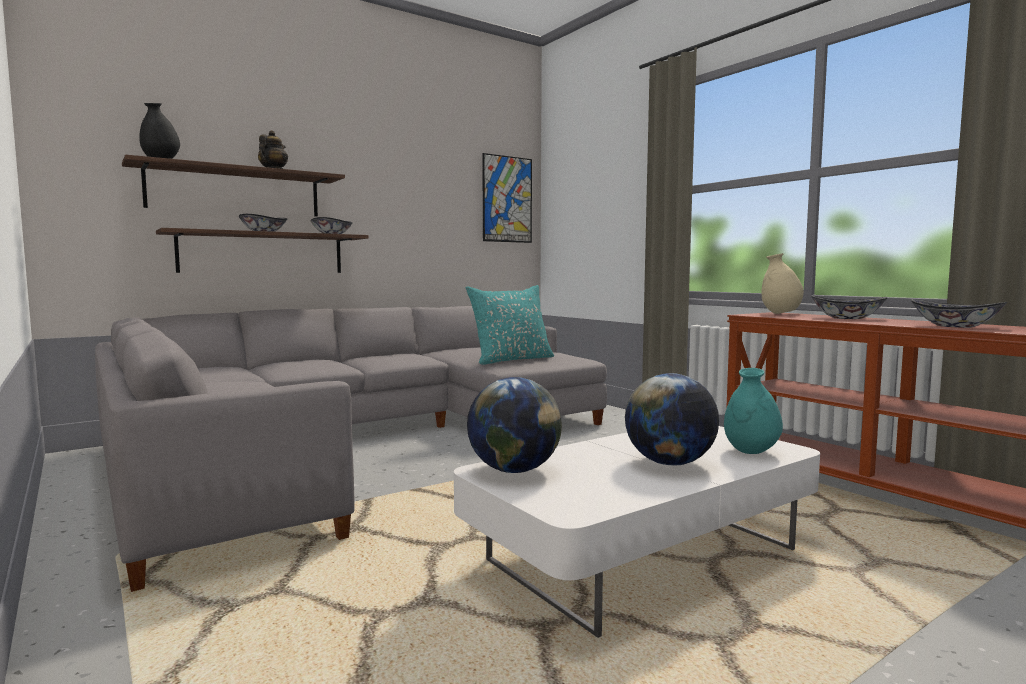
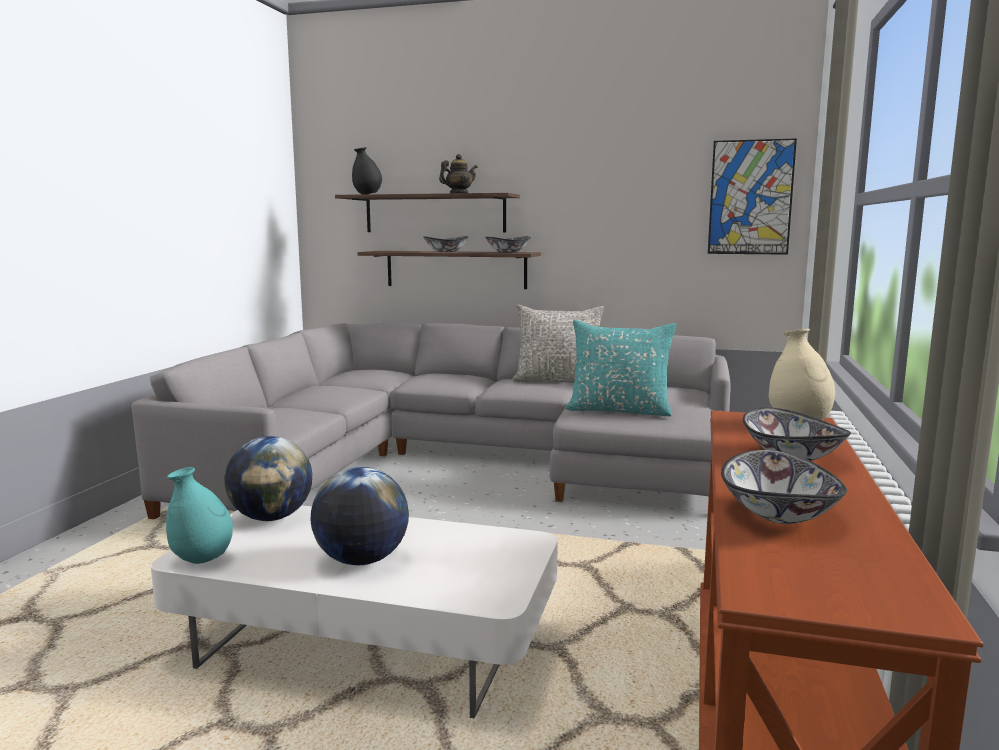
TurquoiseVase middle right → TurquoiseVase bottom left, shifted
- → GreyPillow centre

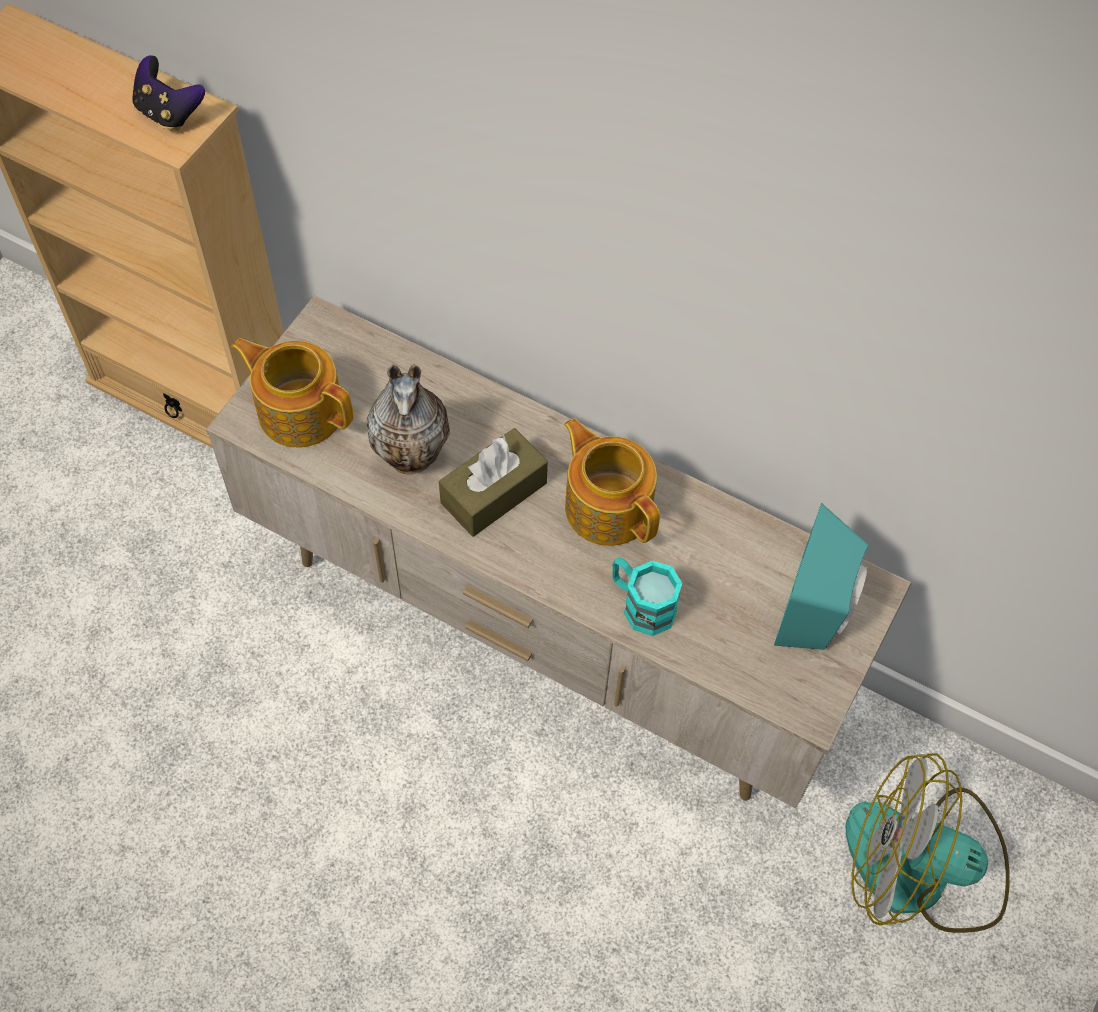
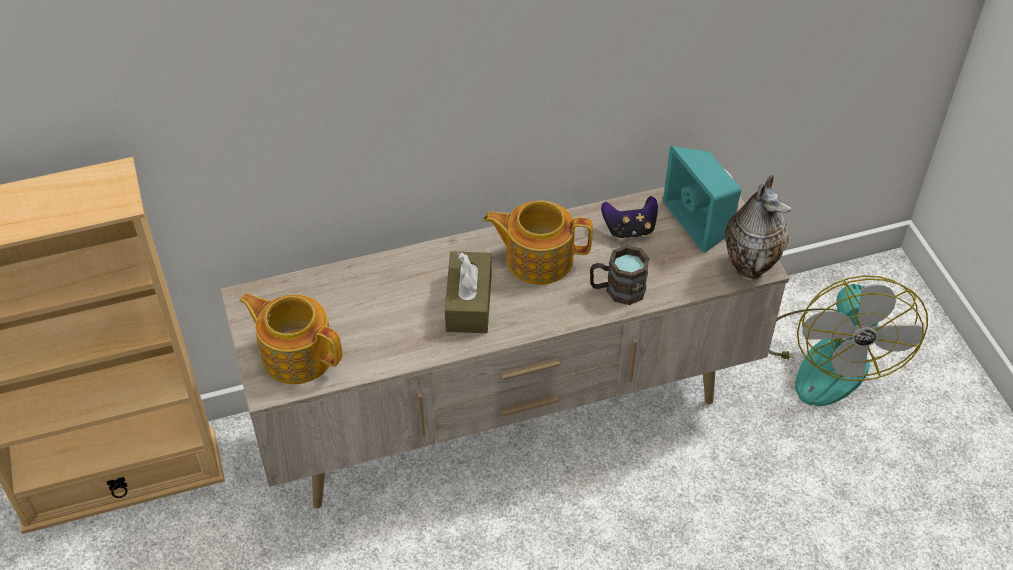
GameController top left → GameController centre, shifted
Teapot (no. 1 from left) middle left, 45 degrees clockwise
Vase centre → Vase middle right, shifted
TurquoiseMug centre → BrownMug centre
Fan bottom right → Fan middle right, 60 degrees counterclockwise

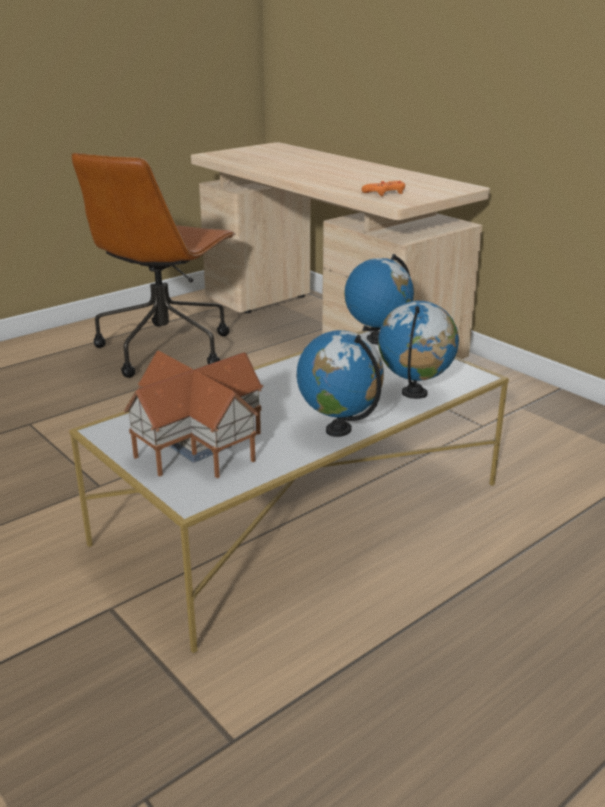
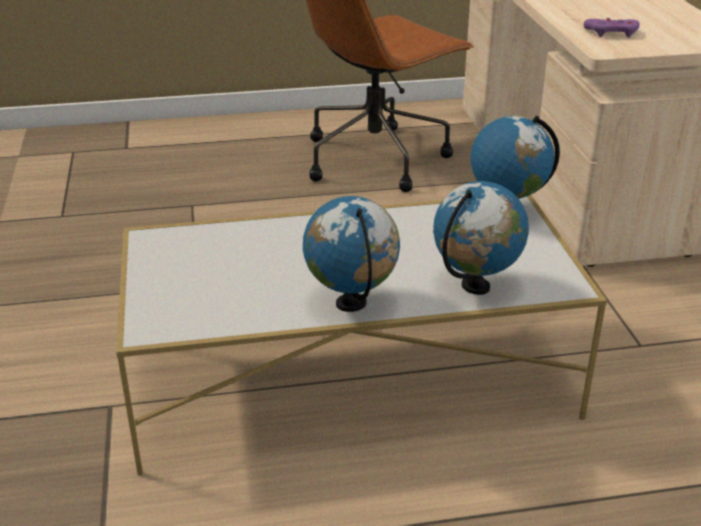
OrangeGameController top centre → PurpleGameController top right
ToyHouse middle left → -

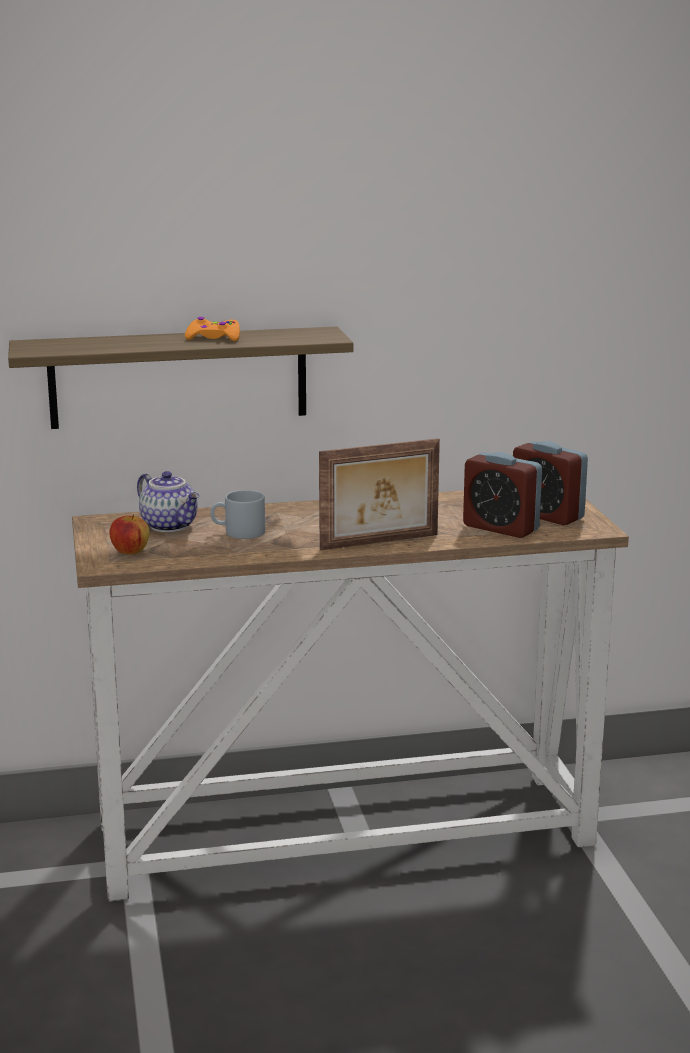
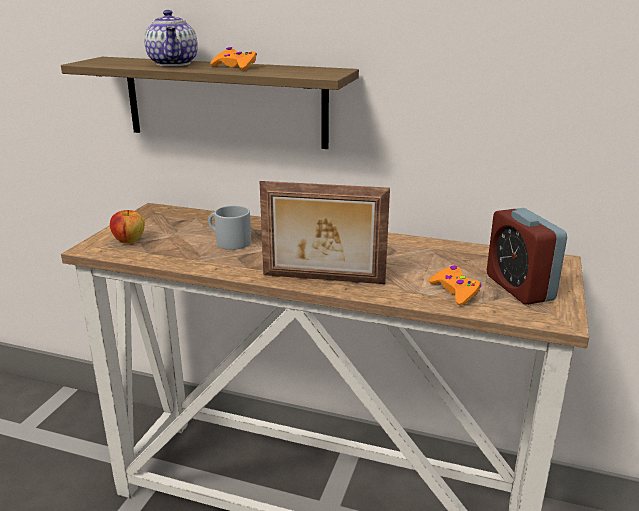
AlarmClock (no. 1 from left) middle right → OrangeGameController (no. 2 from left) middle right
Teapot middle left → Teapot top left, shifted

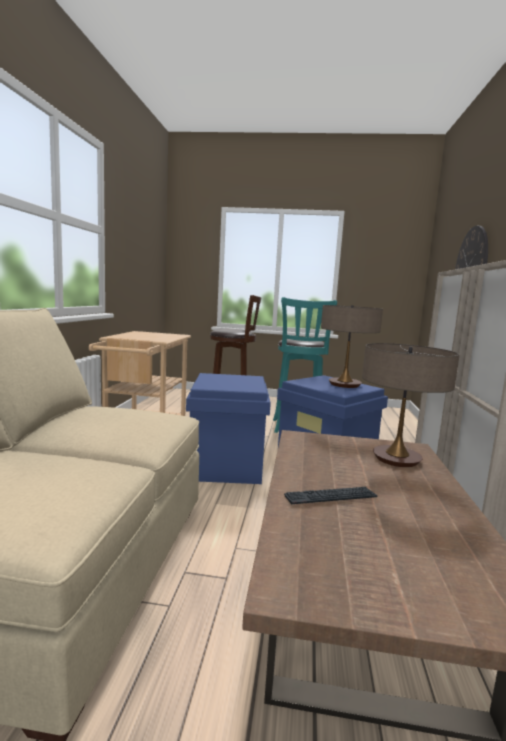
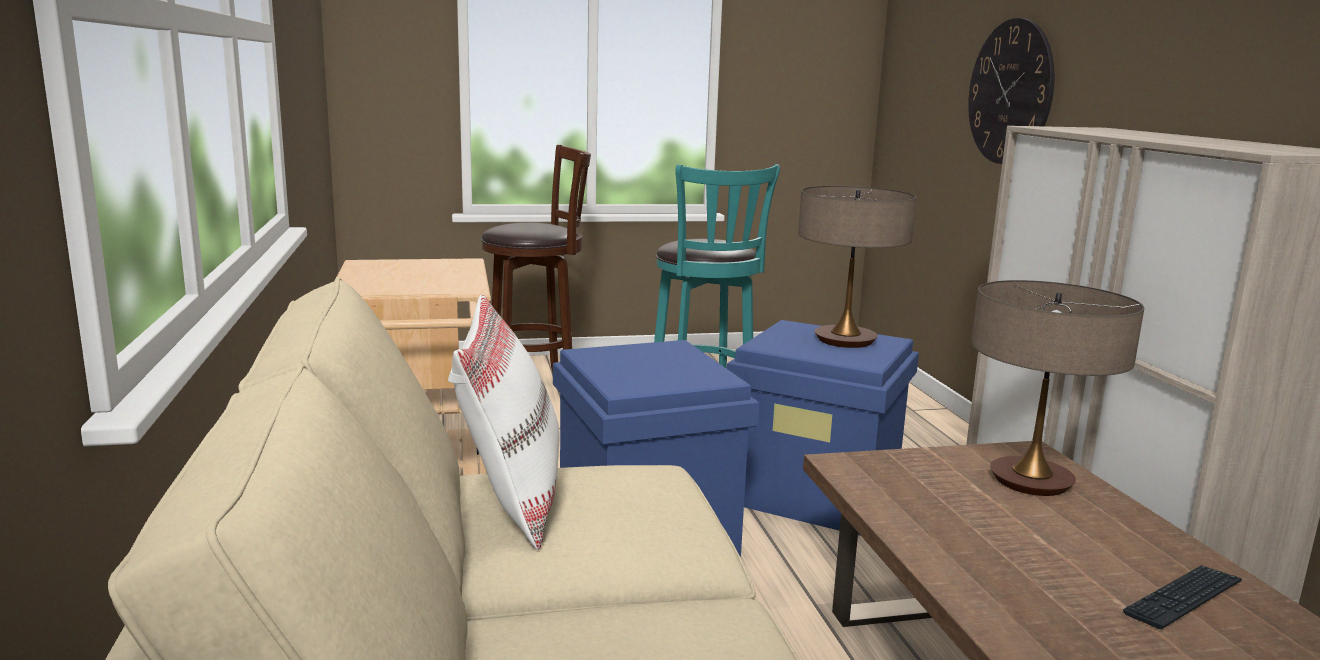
Keyboard bottom centre → Keyboard bottom right, shifted
- → WhitePillow centre

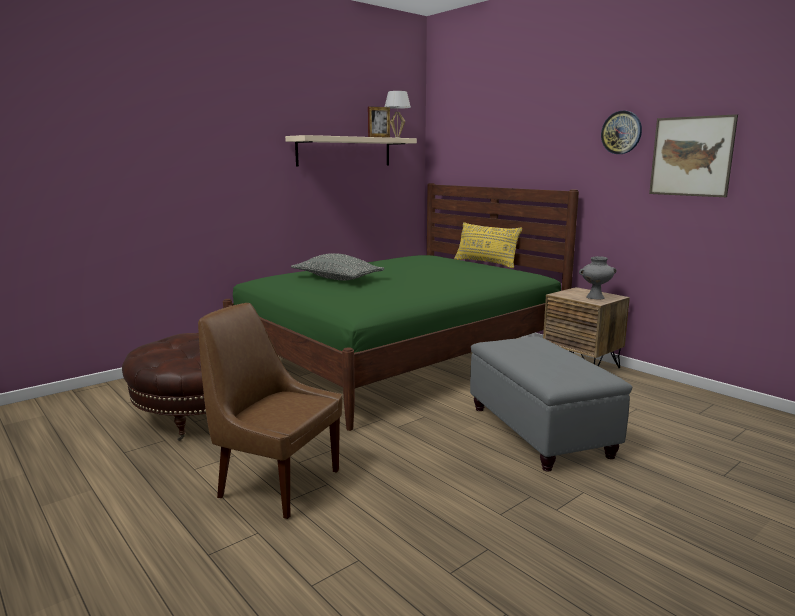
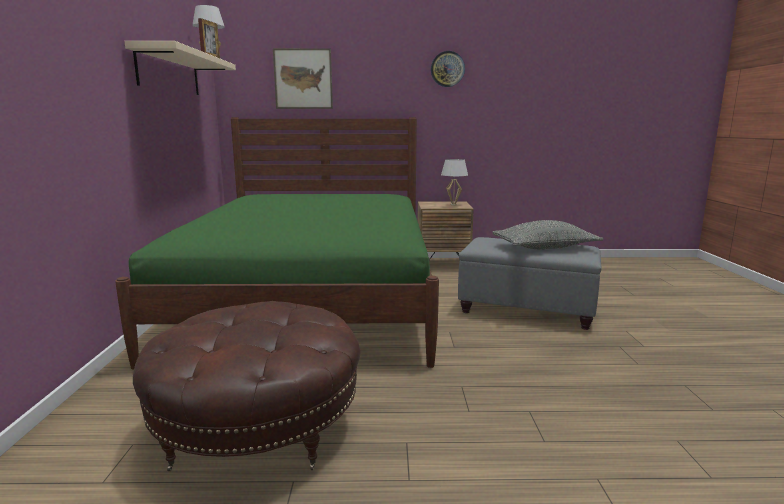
Picture top right → Picture top centre, shifted
YellowPillow centre → -
GreyPillow centre → GreyPillow middle right, shifted
GreyVase middle right → WhiteTableLamp (no. 2 from left) centre
BrownChair bottom centre → -

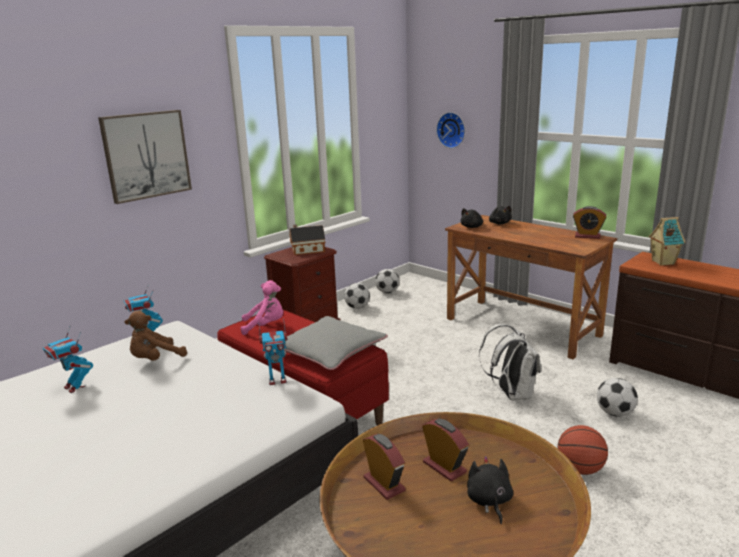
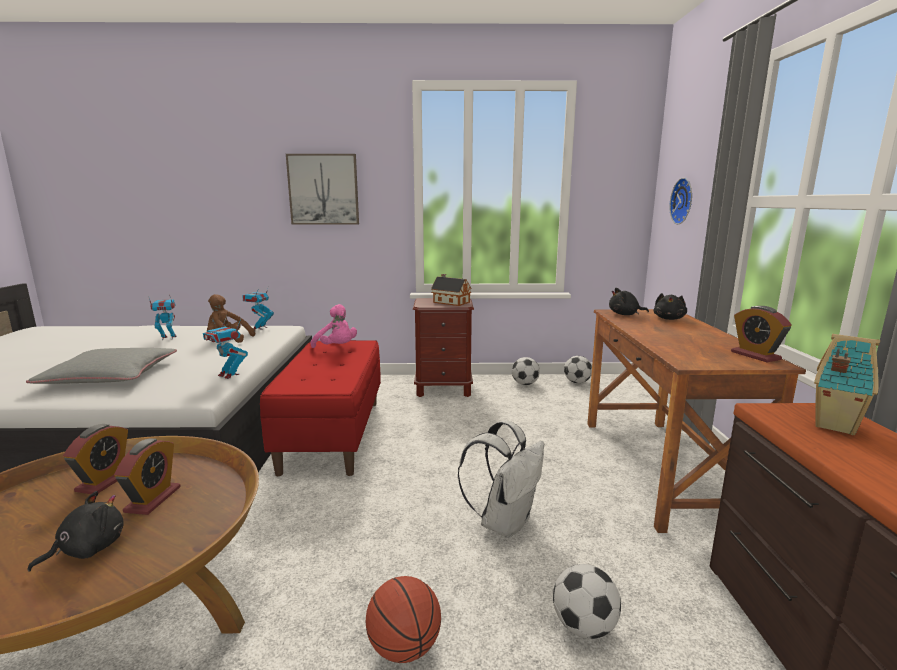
GreyPillow centre → GreyPillow middle left, shifted
ToyRobot (no. 1 from left) middle left, 75 degrees clockwise

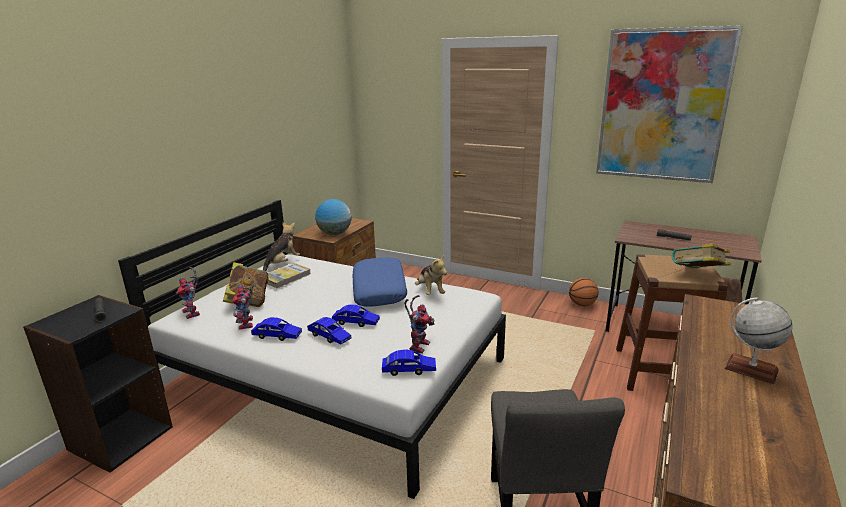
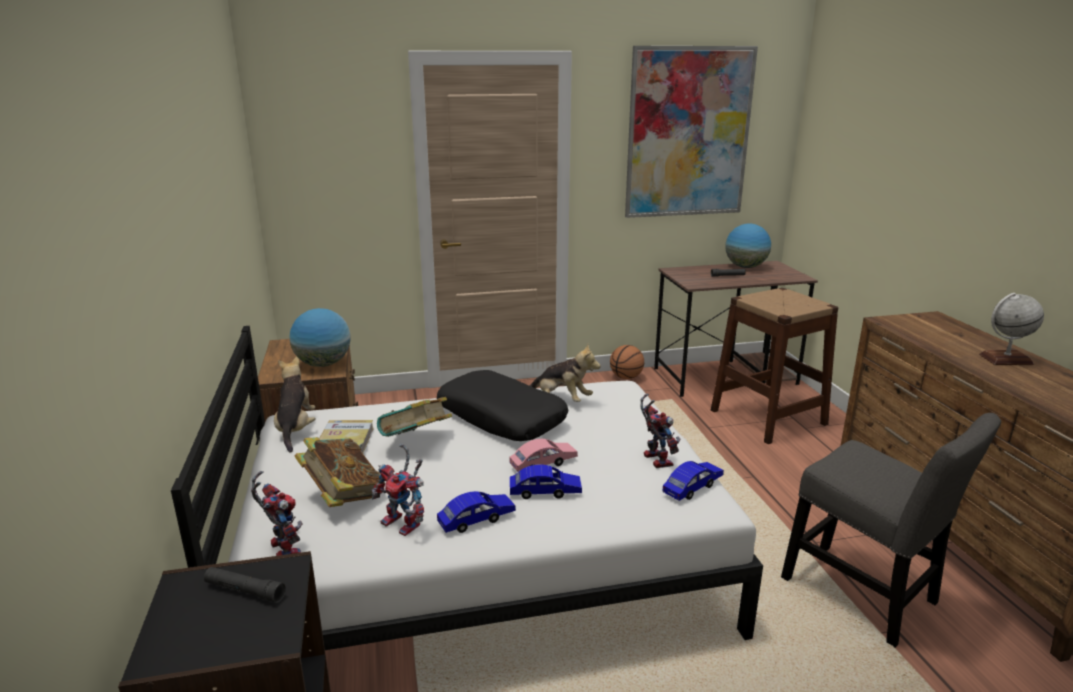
Book (no. 3 from left) middle right → Book (no. 3 from left) centre, shifted
BluePillow centre → BlackPillow centre
ToyRobot (no. 1 from left) middle left → ToyRobot (no. 1 from left) bottom left, 135 degrees counterclockwise
BlueToyCar (no. 3 from left) centre → PinkToyCar centre
- → Globe (no. 2 from left) middle right

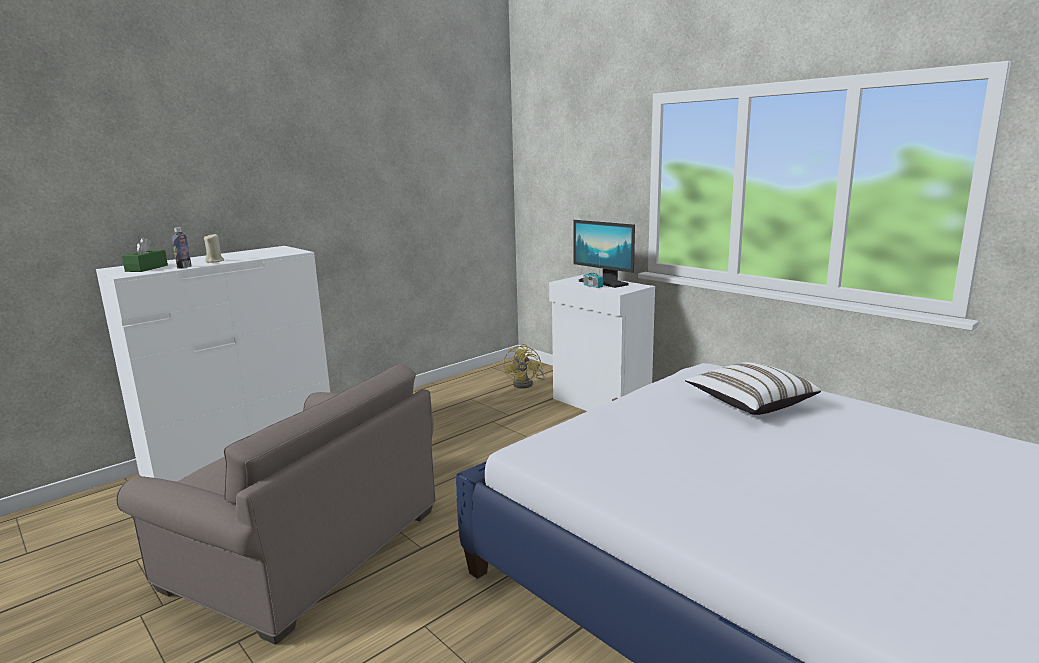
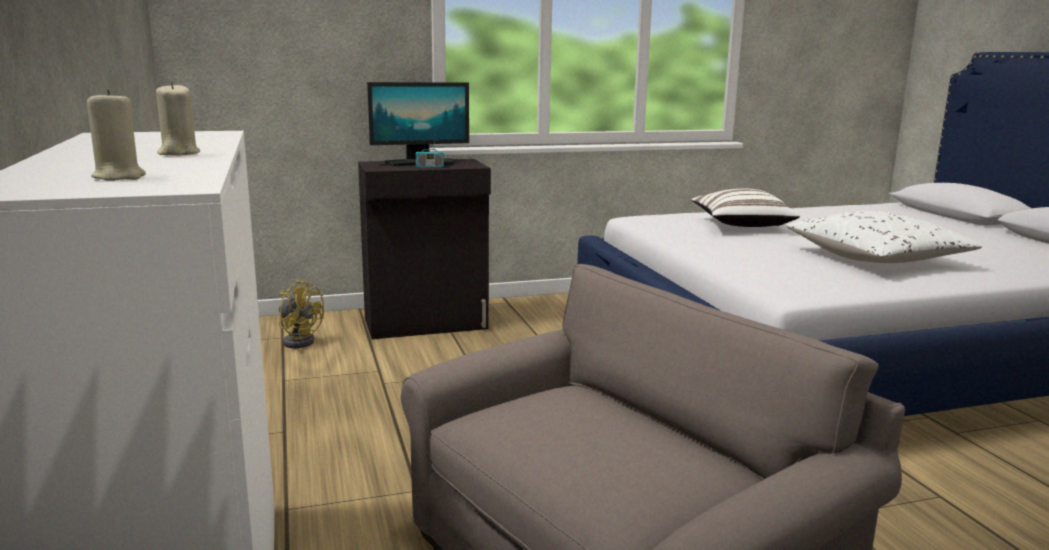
Bottle middle left → -
GreenTissueBox middle left → BeigeCandle (no. 1 from left) top left
WhiteCabinet centre → BlackCabinet centre
- → WhitePillow (no. 2 from left) middle right

